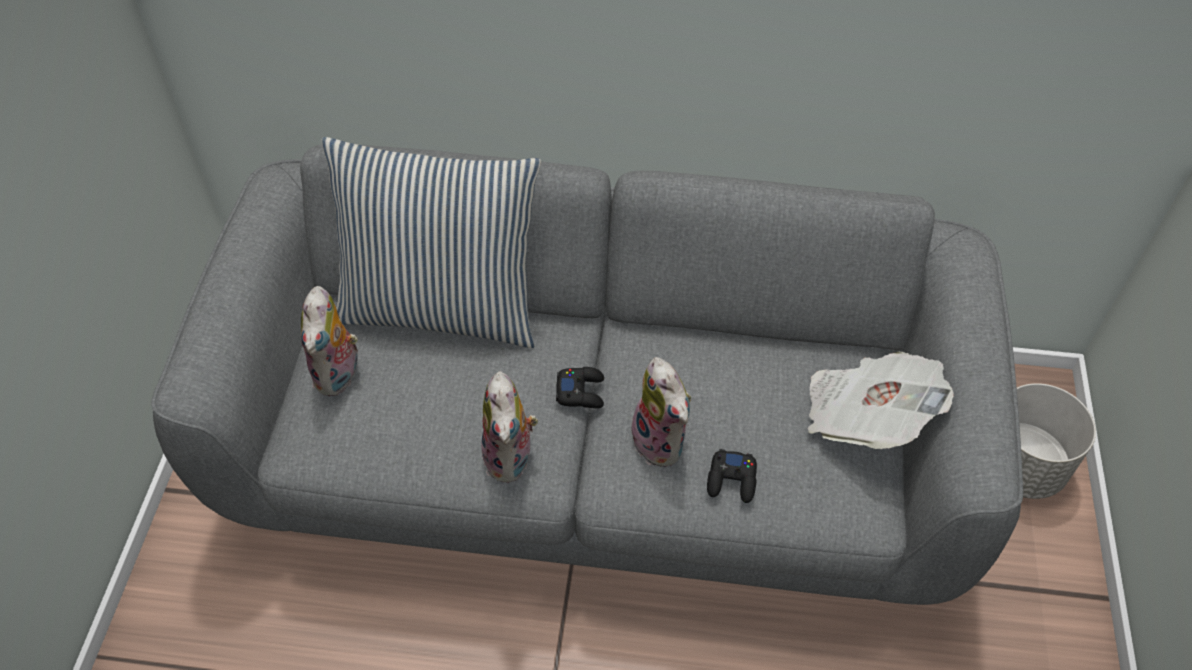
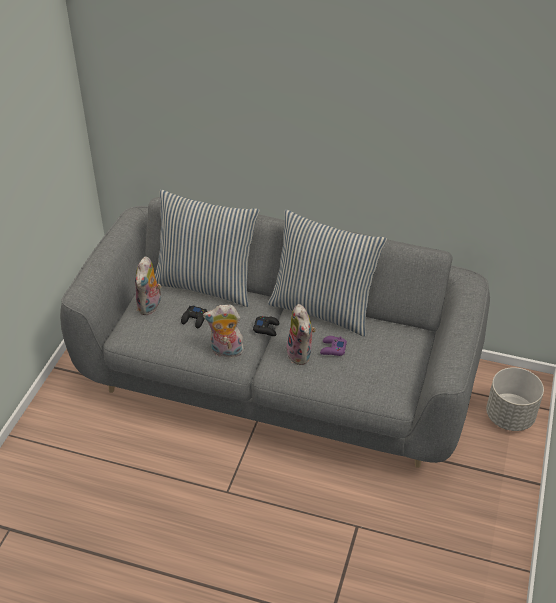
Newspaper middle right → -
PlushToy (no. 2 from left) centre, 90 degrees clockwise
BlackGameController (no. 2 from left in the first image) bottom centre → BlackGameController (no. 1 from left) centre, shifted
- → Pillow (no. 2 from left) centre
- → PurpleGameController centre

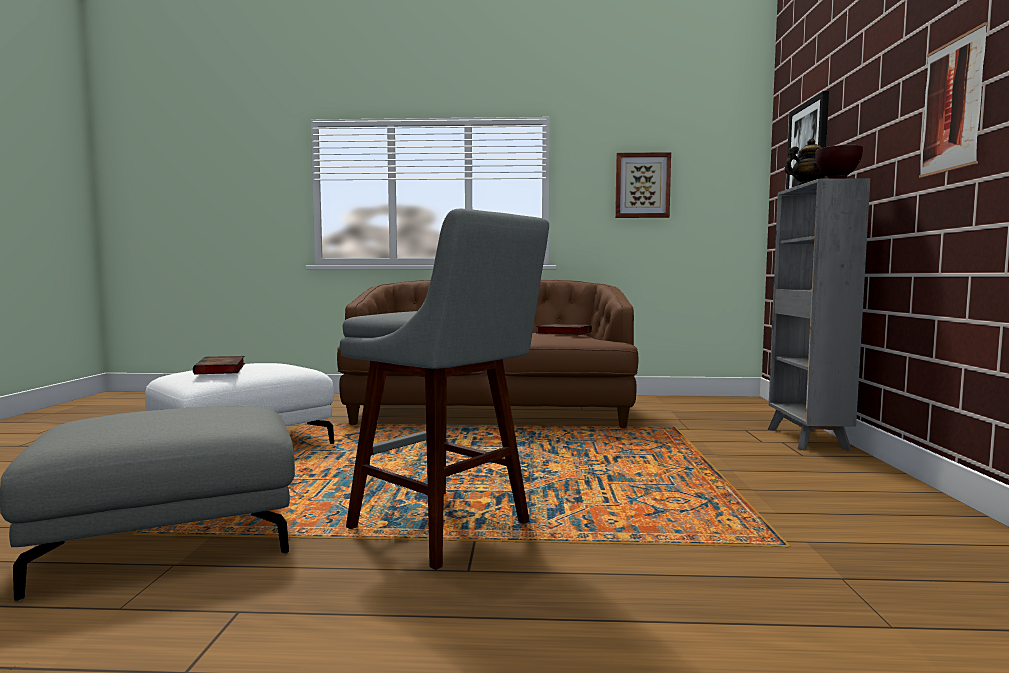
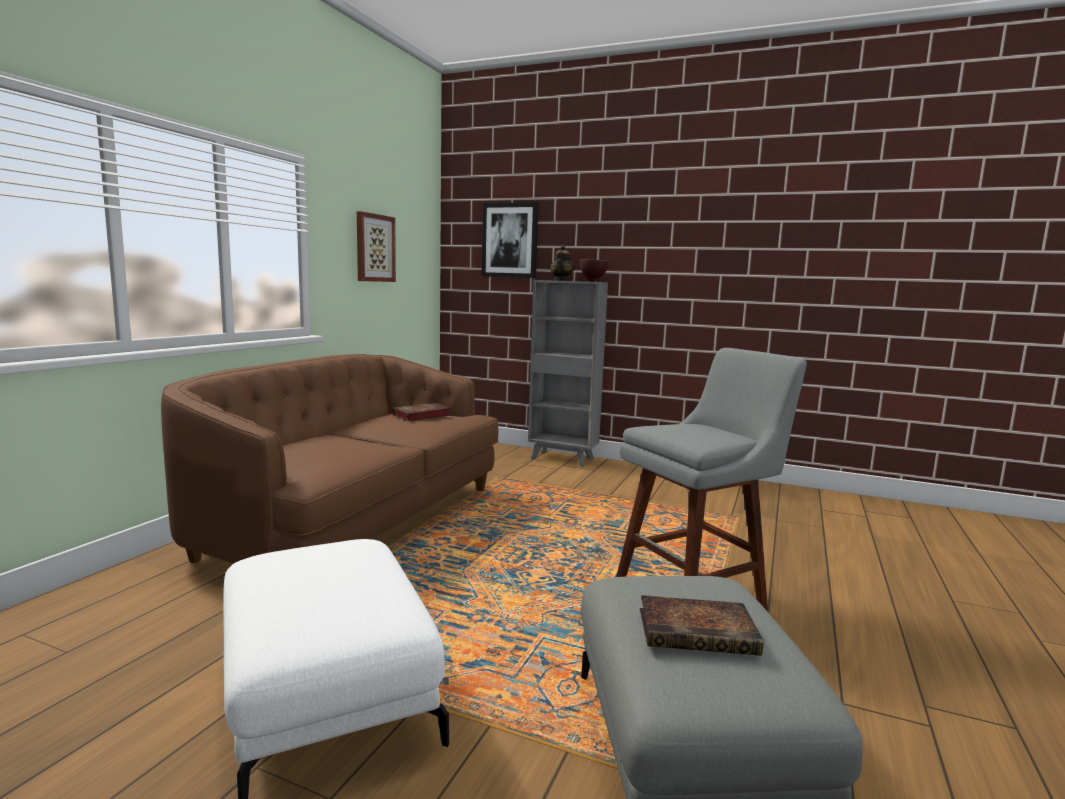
Picture (no. 3 from left) top right → -
Book (no. 1 from left in the first image) middle left → Book (no. 2 from left) bottom centre, shifted

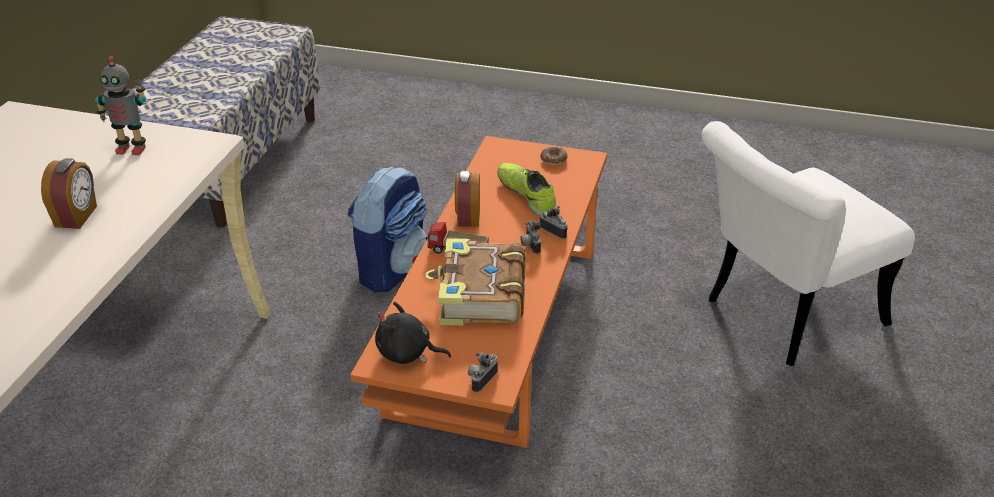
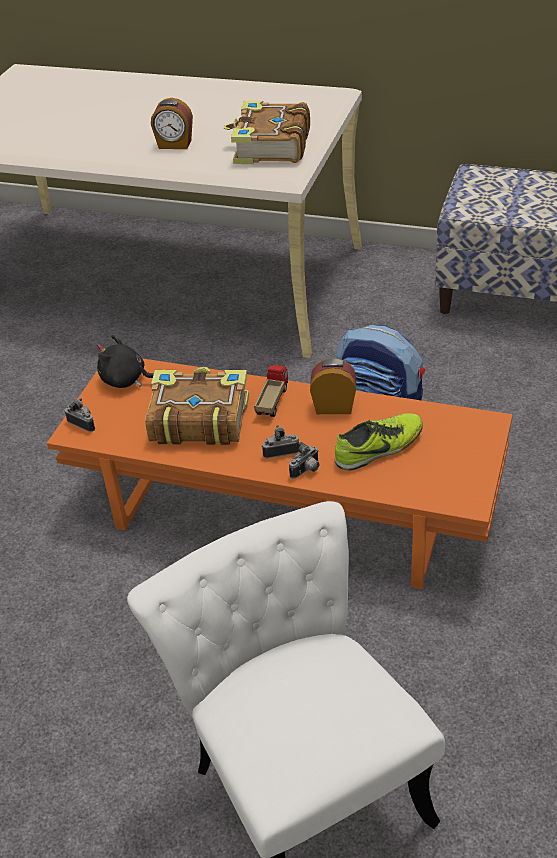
ToyRobot top left → Book (no. 2 from left) top centre
Donut top centre → -
BlackPlushToy bottom centre → BlackPlushToy middle left, 90 degrees counterclockwise

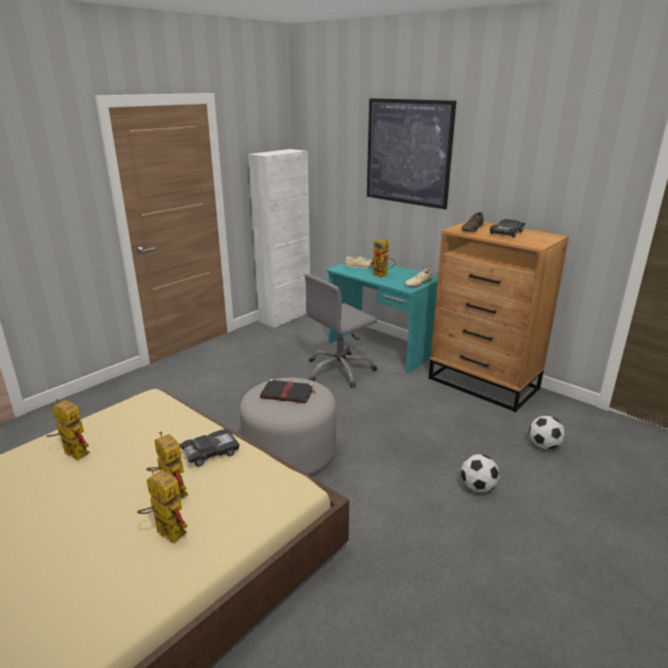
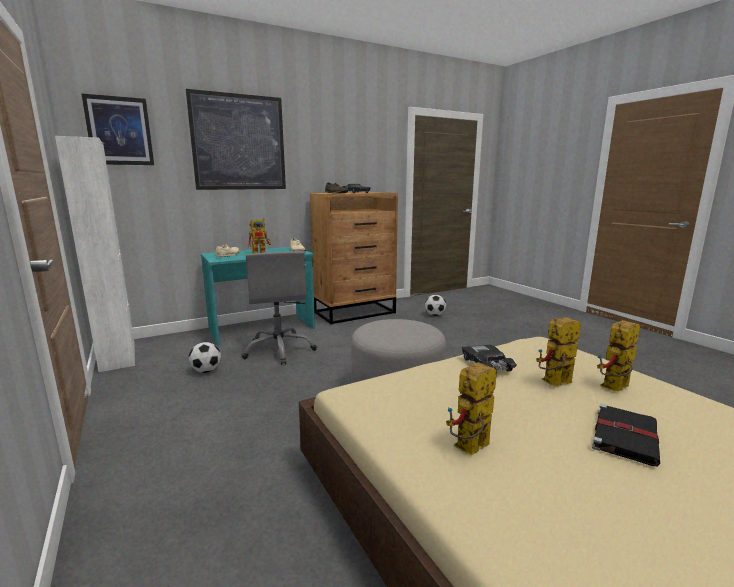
BlackBook centre → BlackBook bottom right, shifted
Football (no. 1 from left) bottom right → Football (no. 1 from left) middle left, shifted
- → Picture (no. 1 from left) top left

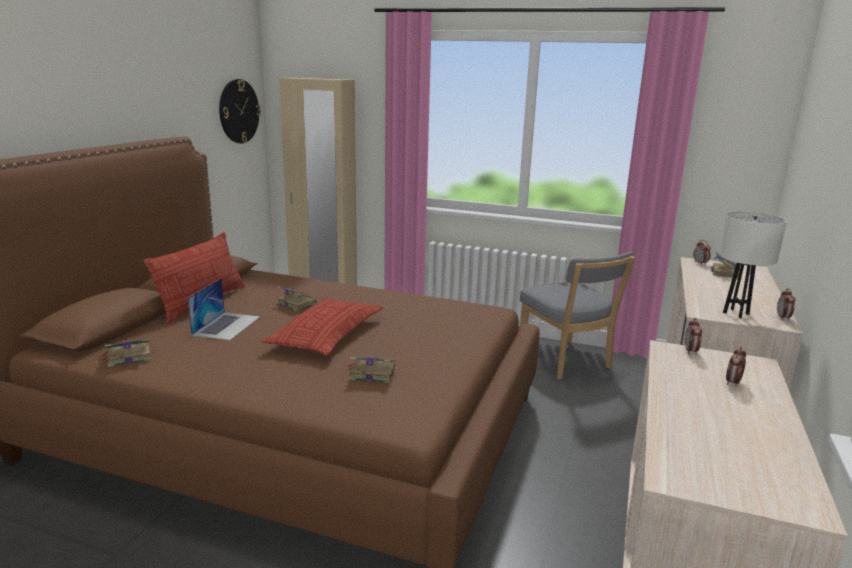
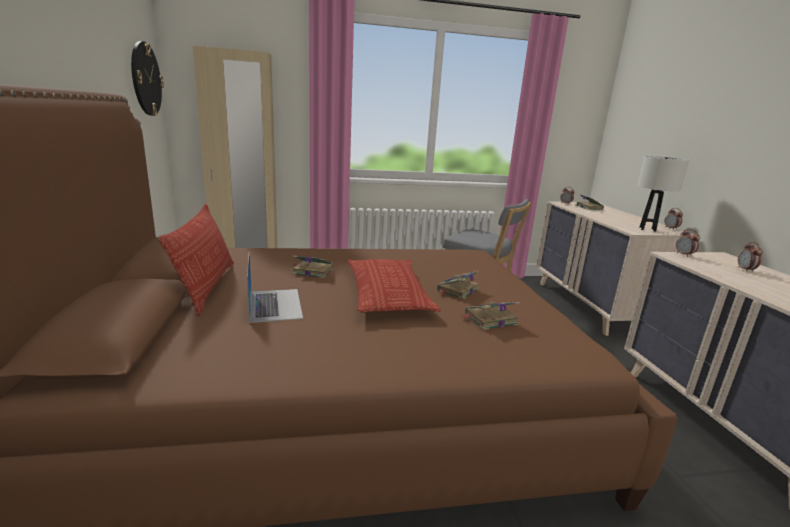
Book (no. 1 from left in the first image) middle left → Book (no. 2 from left) centre, shifted

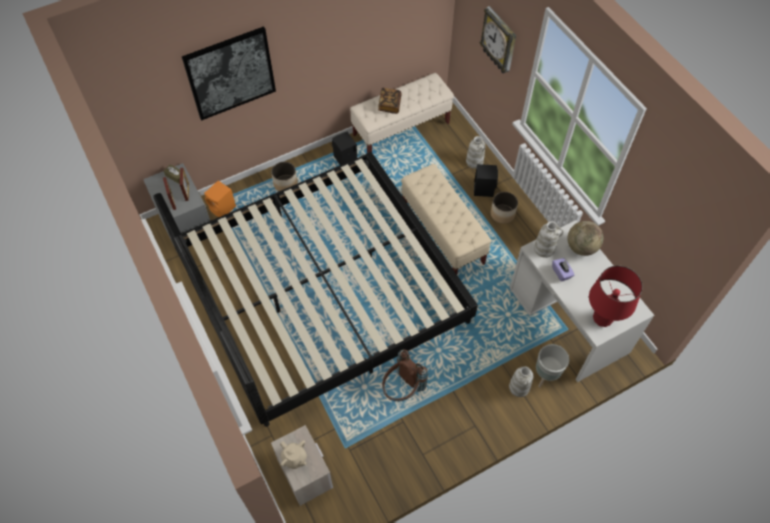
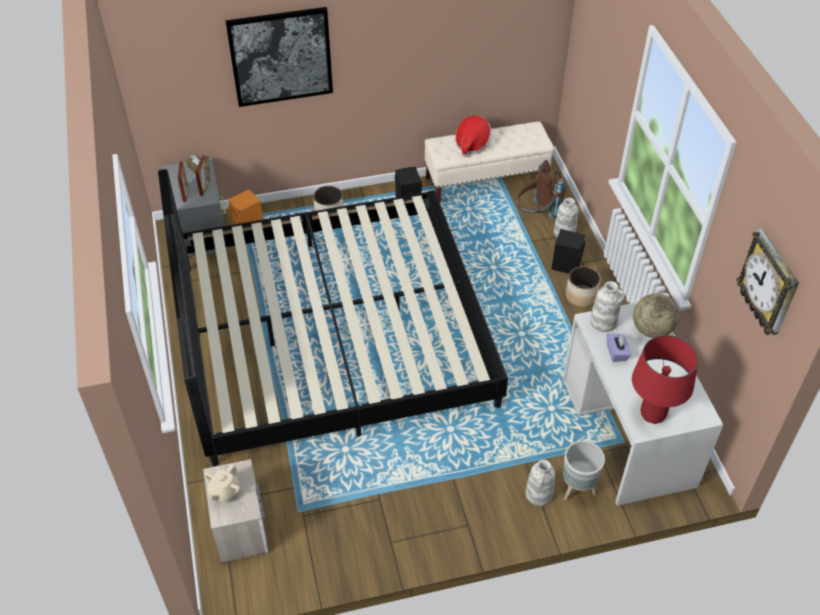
WallClock top centre → WallClock middle right, shifted
Book top centre → Hat top centre
BeigeBench (no. 2 from left) centre → -
BrownBackpack bottom centre → BrownBackpack top centre, shifted
BeigeTeapot bottom centre → BeigeTeapot bottom left, 60 degrees clockwise

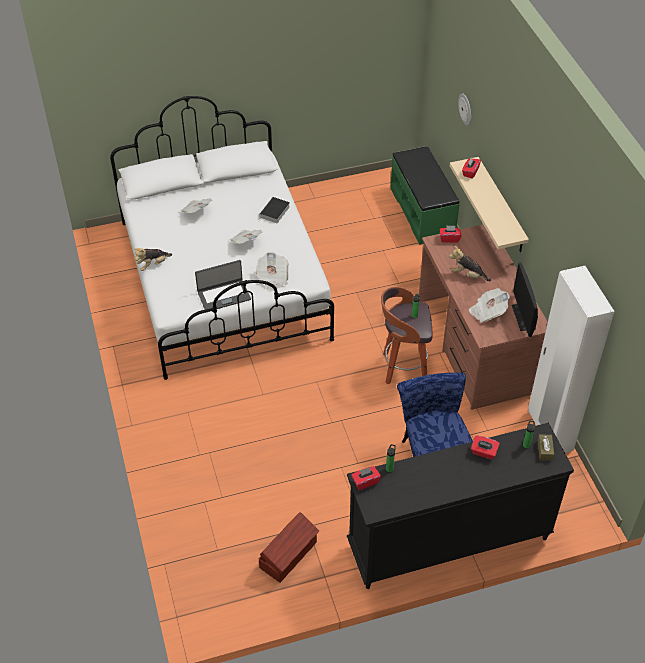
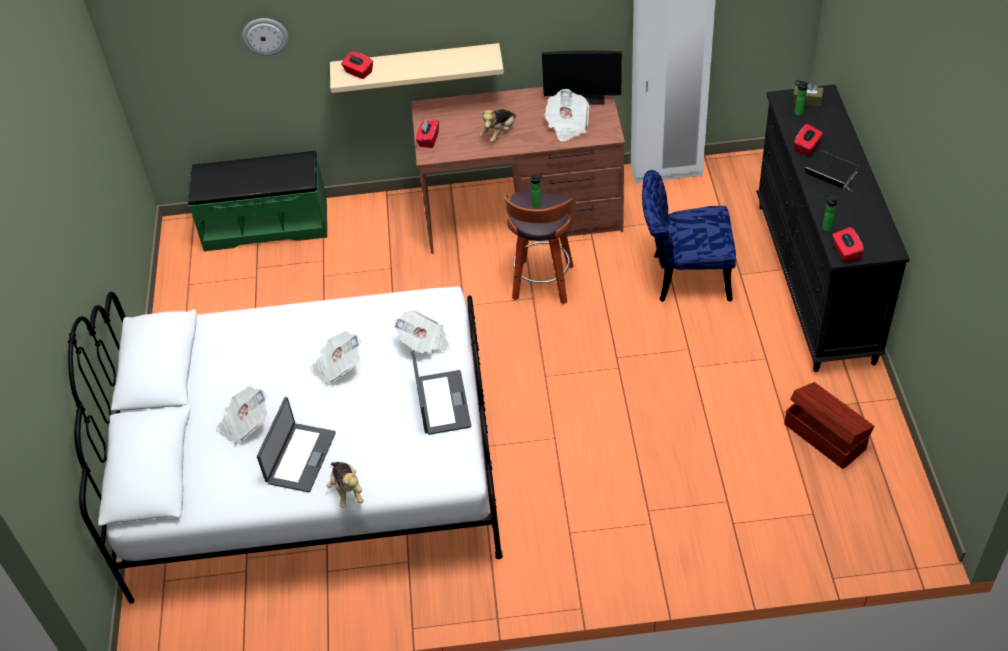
Book top centre → Book top right, shifted
- → Laptop (no. 1 from left) bottom left

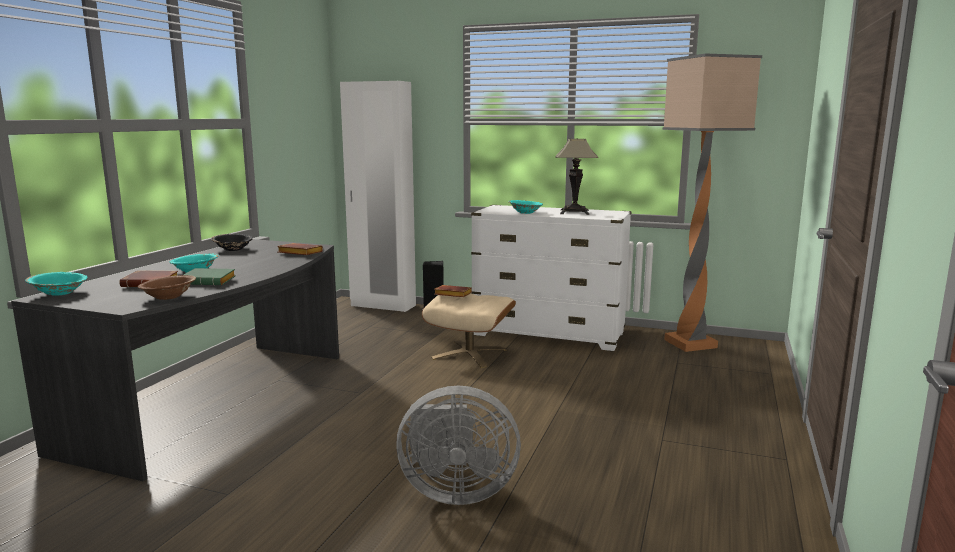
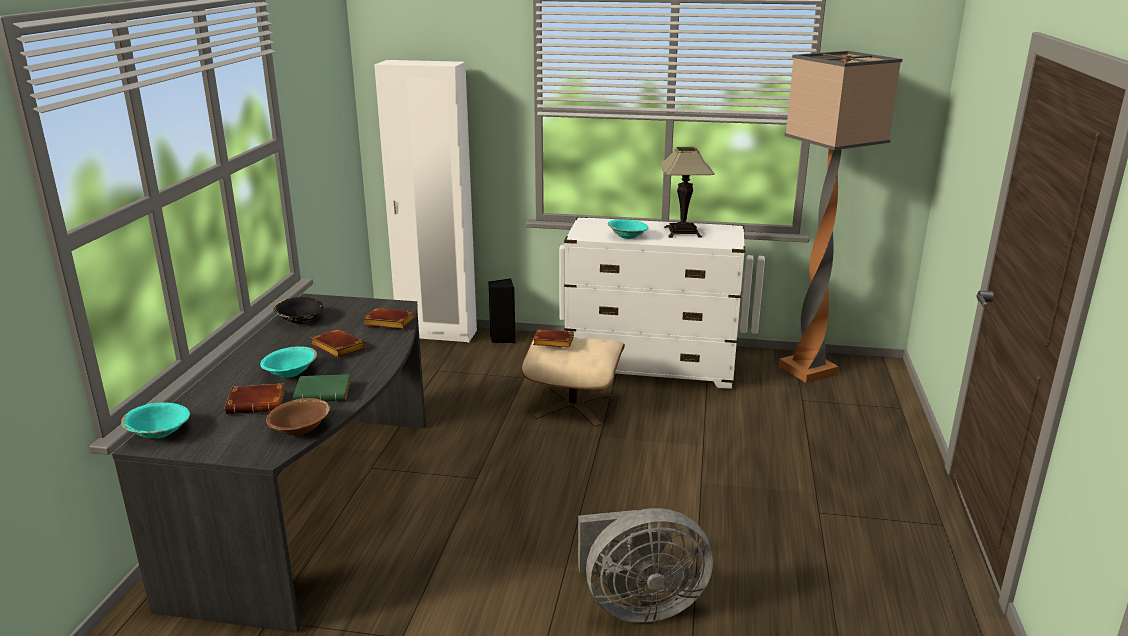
- → BrownBook (no. 2 from left) middle left

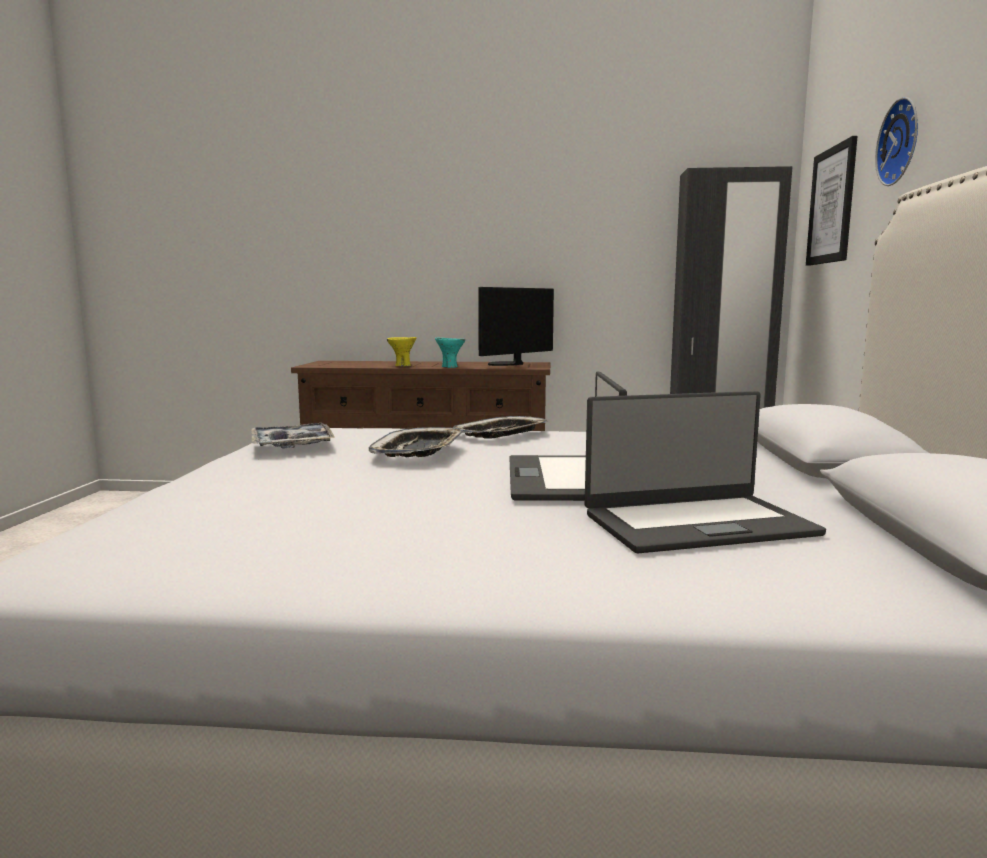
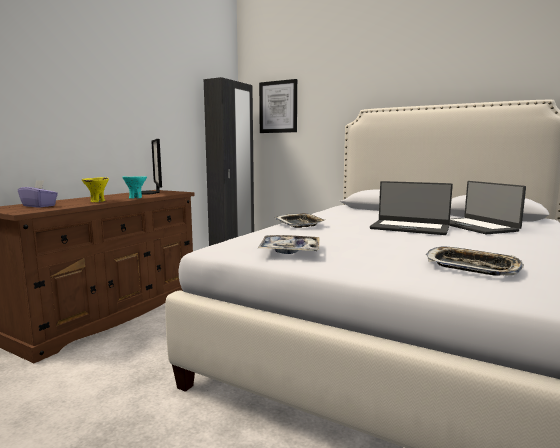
WallClock top right → -
Laptop (no. 2 from left) middle right, 150 degrees clockwise
Tray (no. 2 from left in the first image) centre → Tray (no. 3 from left) middle right, shifted
- → PurpleTissueBox middle left

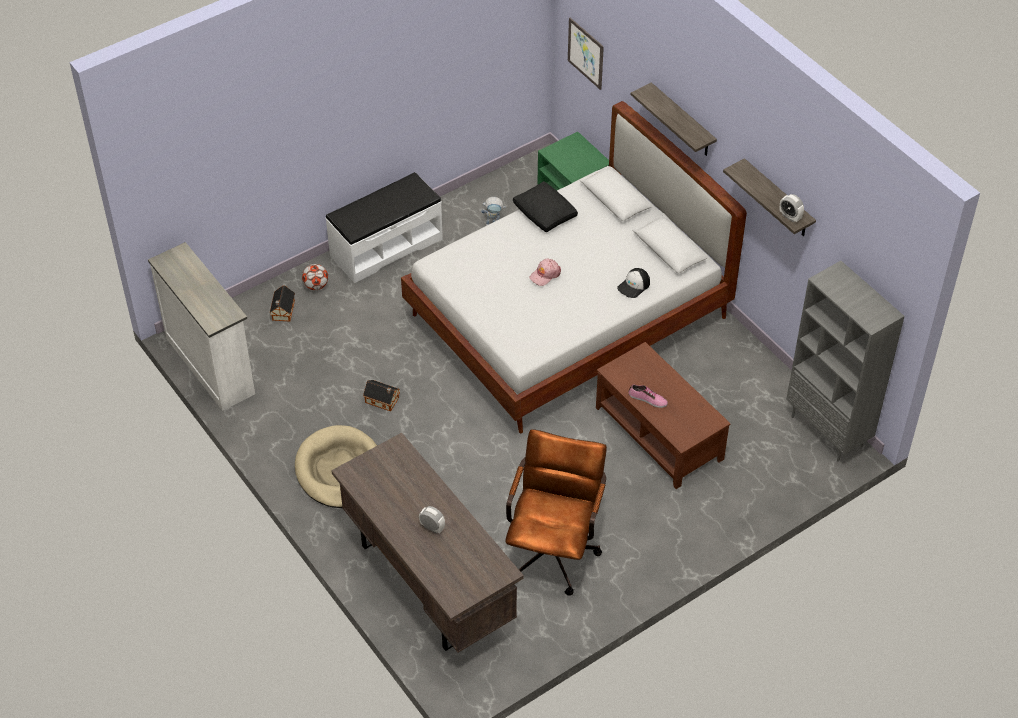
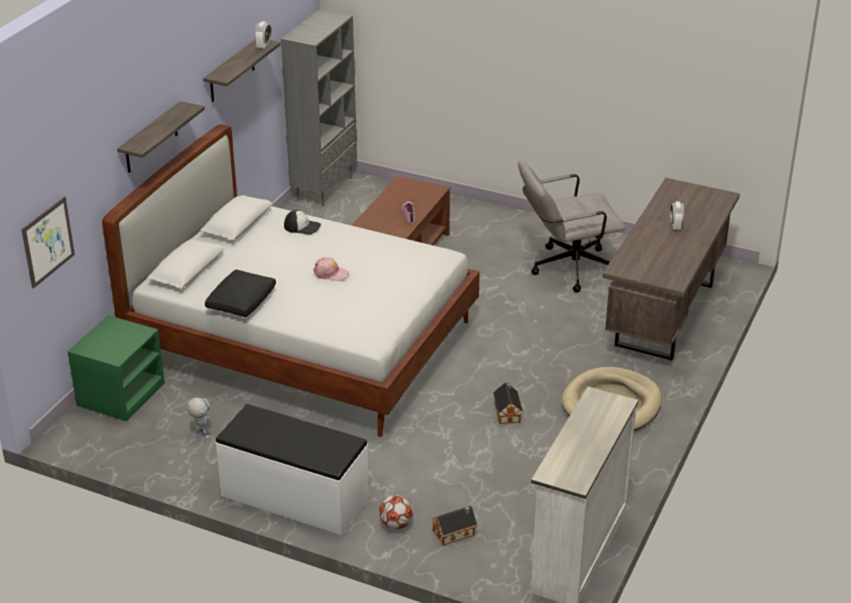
BrownOfficeChair bottom centre → GreyOfficeChair middle right

